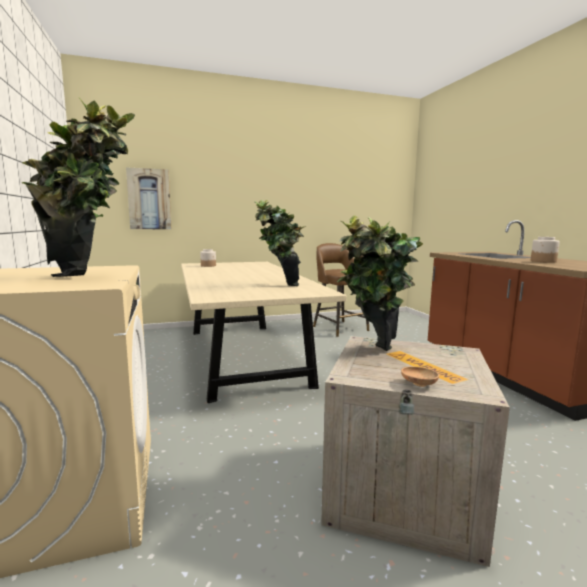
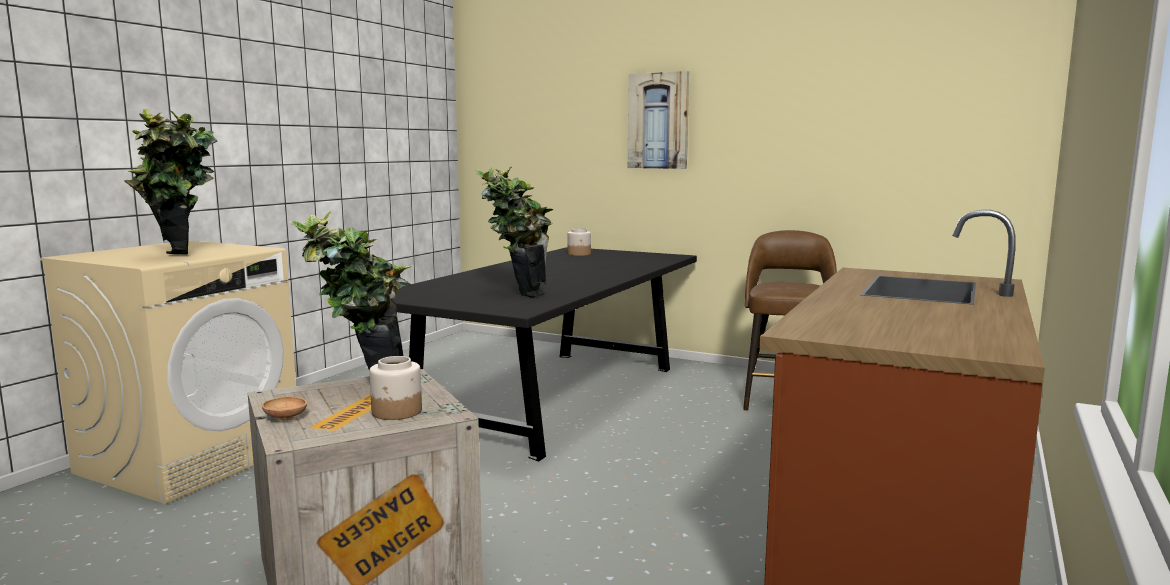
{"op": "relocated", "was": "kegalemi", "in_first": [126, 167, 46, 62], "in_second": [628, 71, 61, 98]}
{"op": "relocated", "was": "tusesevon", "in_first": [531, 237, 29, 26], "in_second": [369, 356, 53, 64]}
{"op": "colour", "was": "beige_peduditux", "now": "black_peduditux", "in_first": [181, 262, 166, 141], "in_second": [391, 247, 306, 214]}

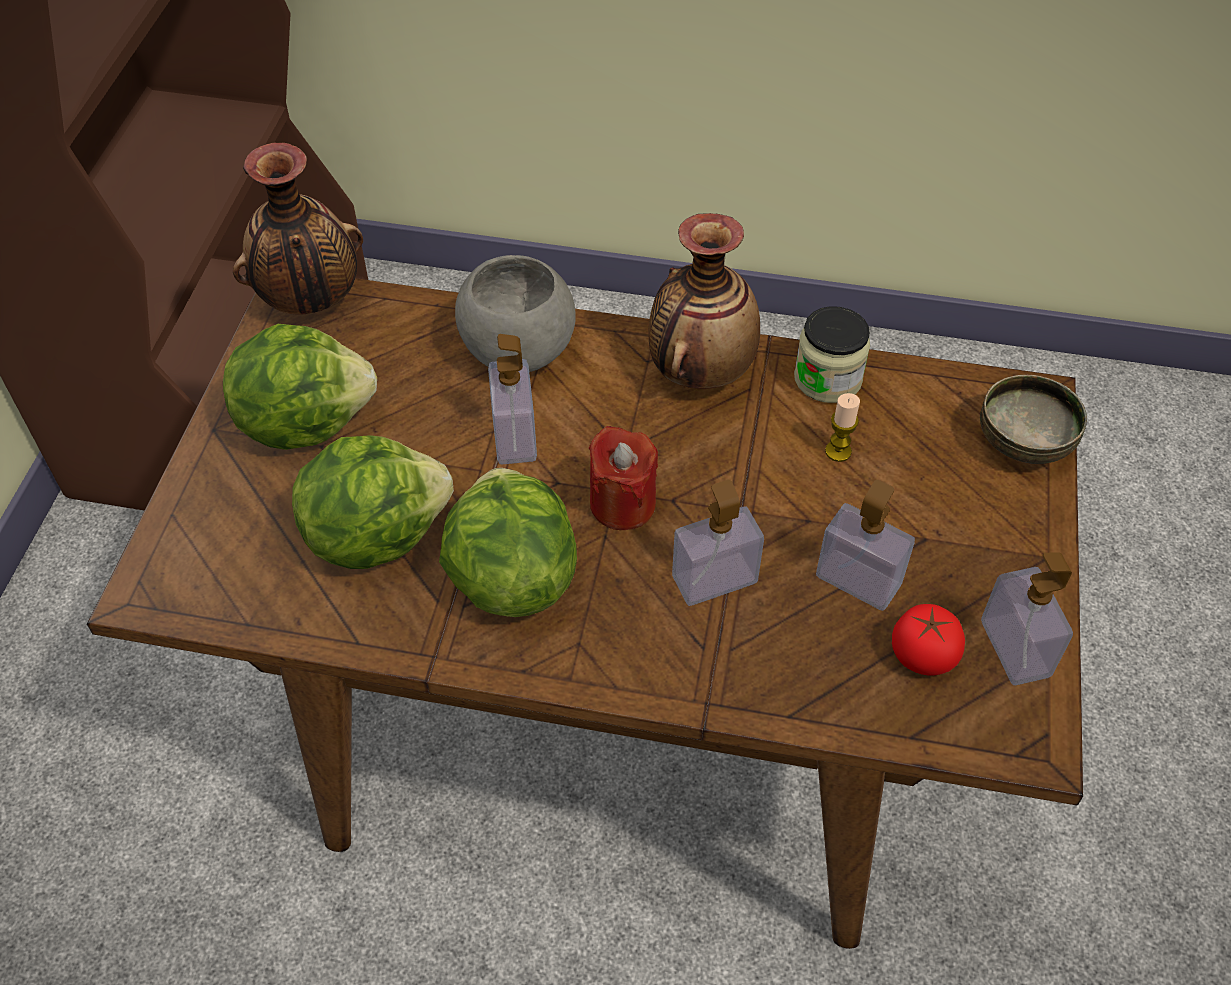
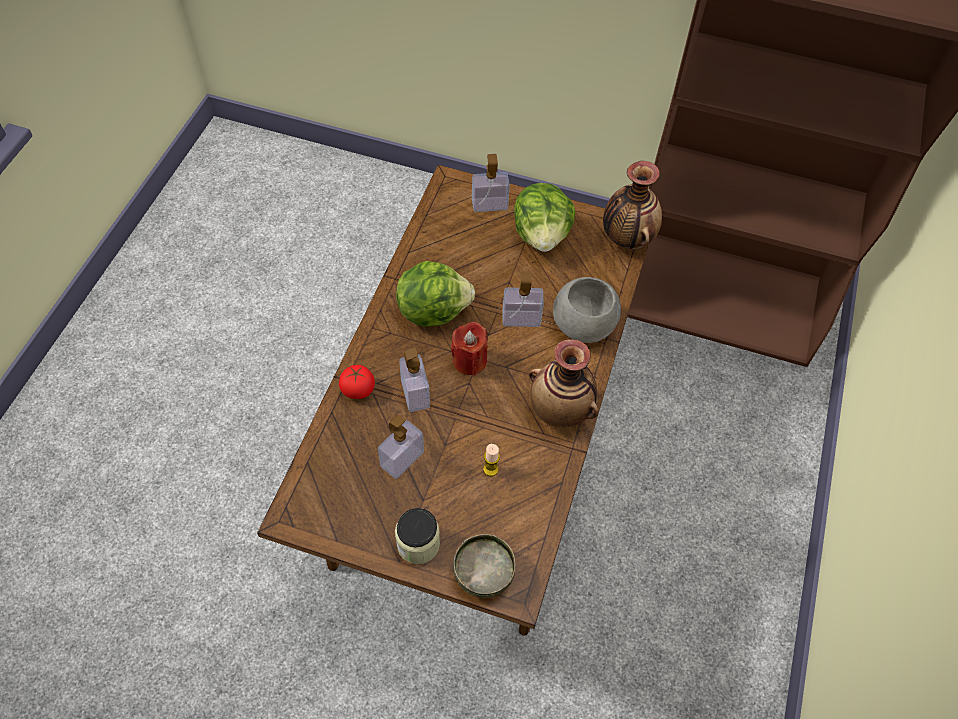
{"op": "relocated", "was": "tusesevon", "in_first": [794, 306, 76, 97], "in_second": [395, 508, 45, 56]}
{"op": "missing", "was": "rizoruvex", "in_first": [292, 435, 162, 134]}
{"op": "relocated", "was": "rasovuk", "in_first": [981, 552, 92, 133], "in_second": [472, 154, 38, 58]}
{"op": "relocated", "was": "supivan", "in_first": [892, 604, 73, 72], "in_second": [339, 365, 36, 34]}

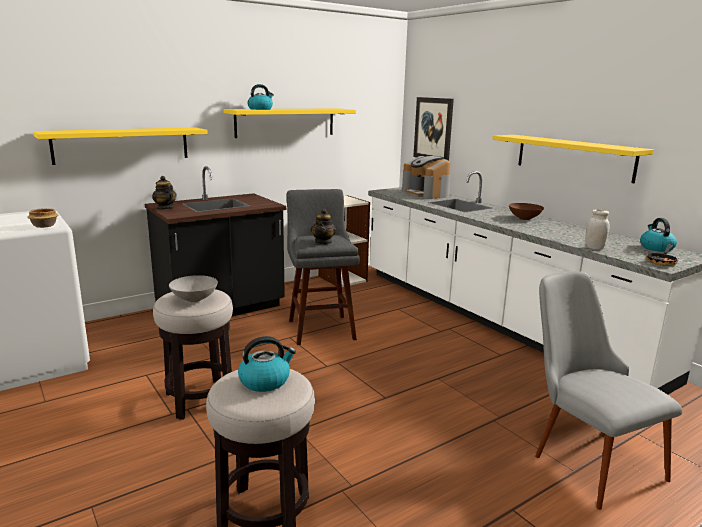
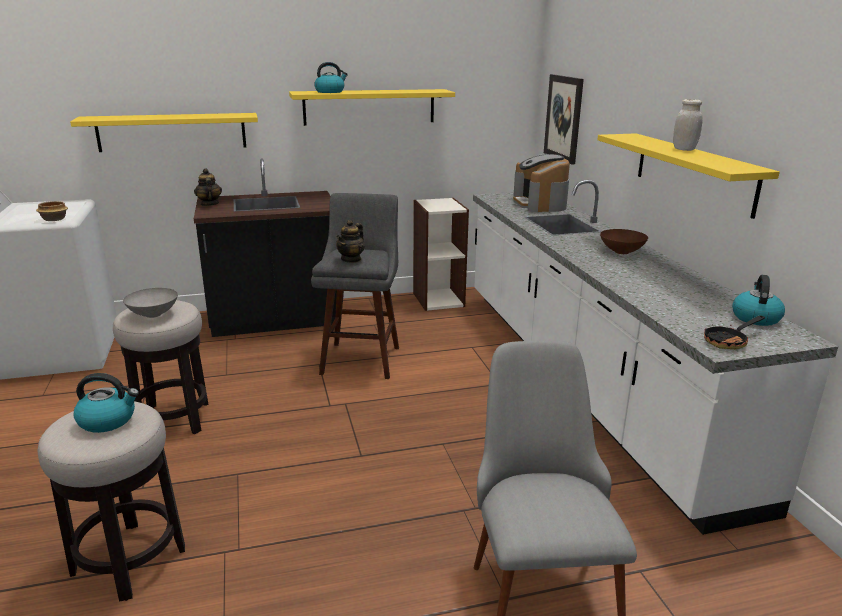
{"op": "relocated", "was": "white_tusesevon", "in_first": [585, 209, 25, 41], "in_second": [673, 99, 30, 52]}

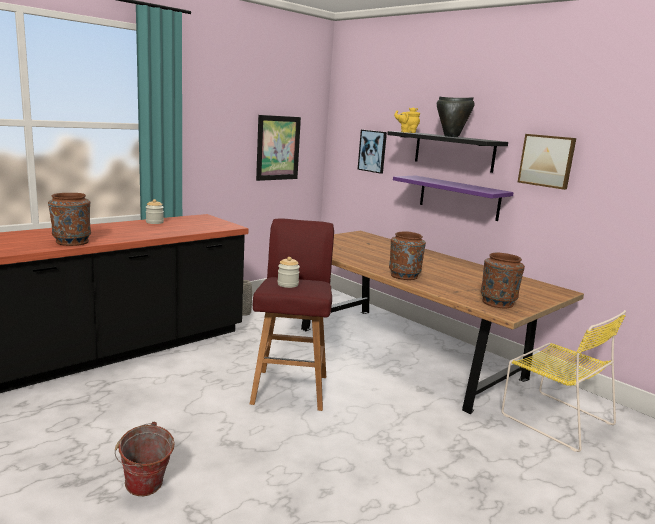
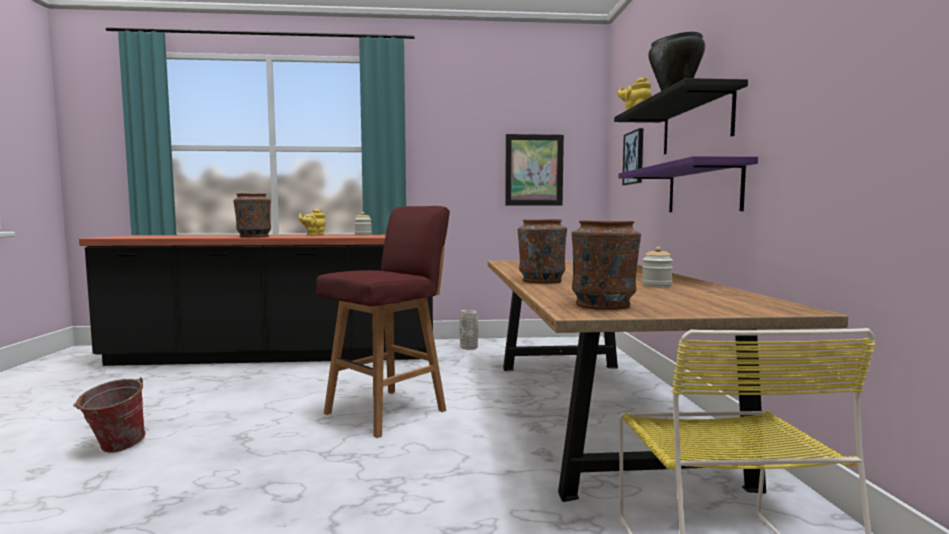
{"op": "missing", "was": "kegalemi", "in_first": [518, 134, 58, 56]}
{"op": "relocated", "was": "tusesevon", "in_first": [278, 257, 22, 31], "in_second": [642, 247, 31, 40]}
{"op": "appeared", "now": "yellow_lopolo", "in_second": [299, 209, 27, 27]}

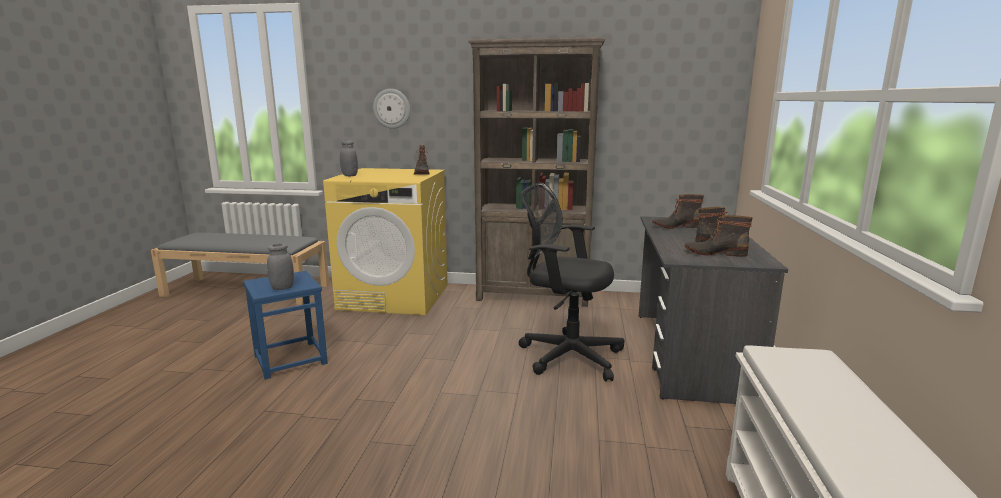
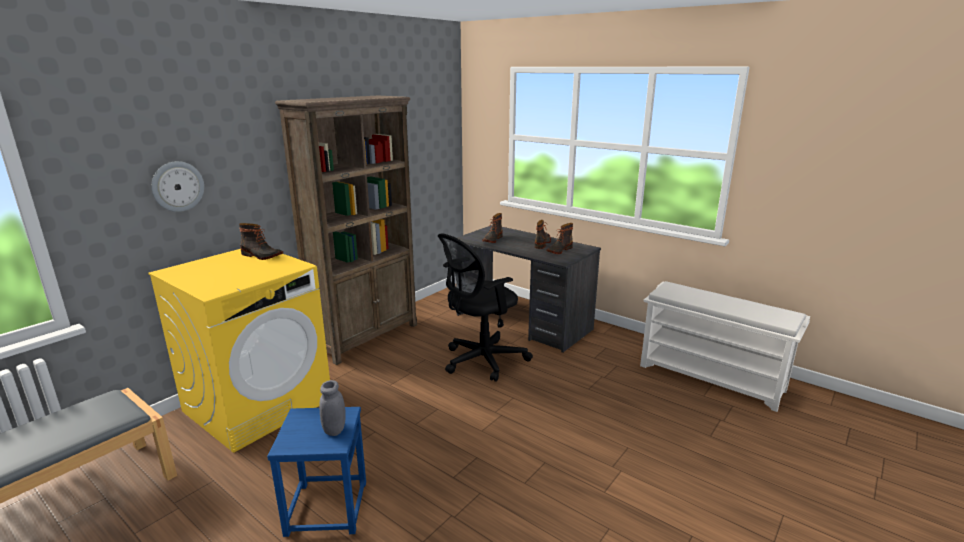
{"op": "missing", "was": "grey_tusesevon", "in_first": [340, 141, 18, 35]}

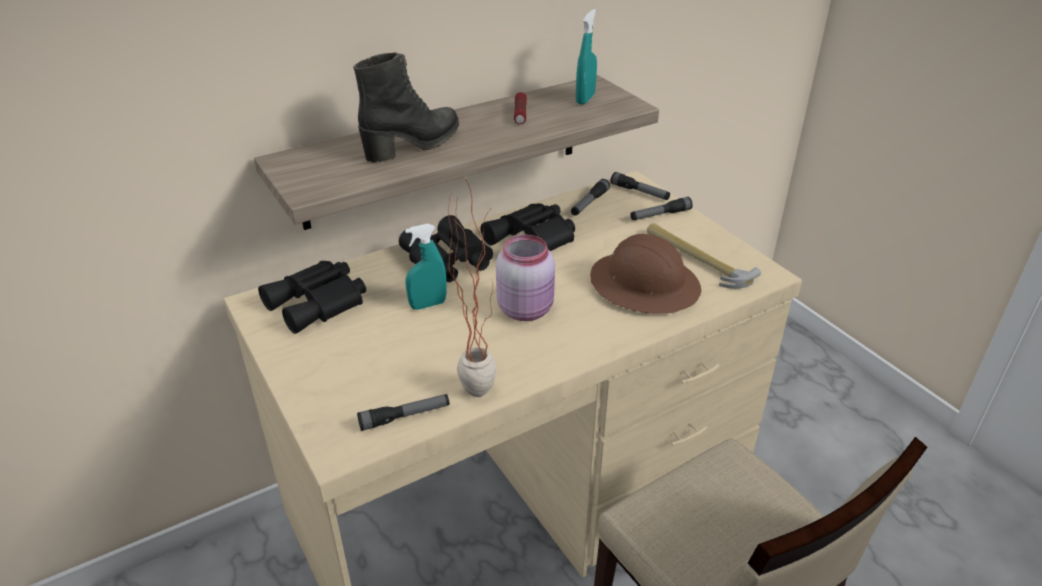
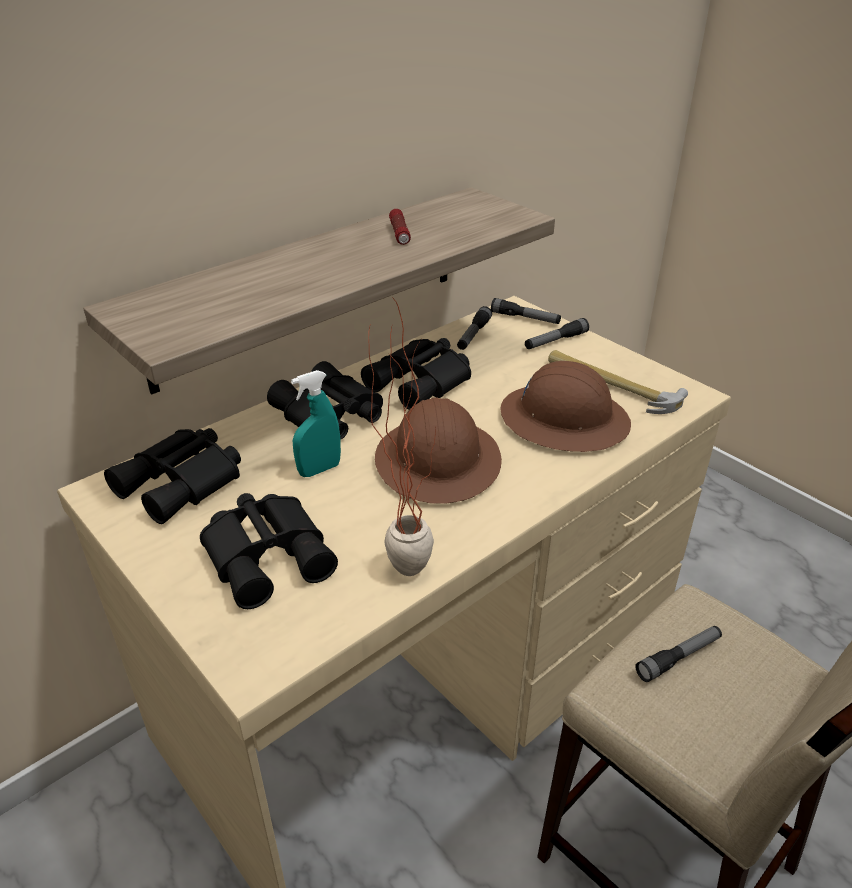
{"op": "missing", "was": "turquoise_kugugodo", "in_first": [576, 9, 21, 96]}
{"op": "missing", "was": "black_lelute", "in_first": [353, 52, 106, 111]}
{"op": "exchanged", "was": "pink_tusesevon", "now": "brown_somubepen", "in_first": [496, 235, 59, 86], "in_second": [375, 397, 127, 107]}
{"op": "relocated", "was": "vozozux", "in_first": [357, 394, 93, 37], "in_second": [635, 626, 87, 56]}
{"op": "appeared", "now": "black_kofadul", "in_second": [200, 493, 138, 116]}

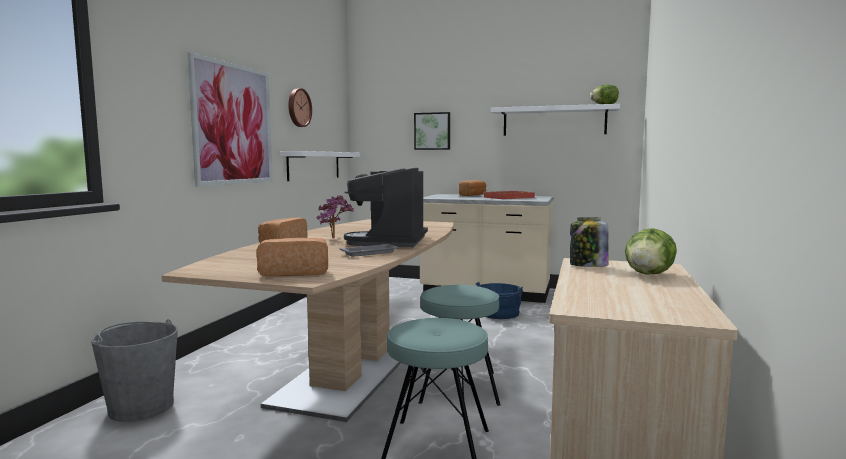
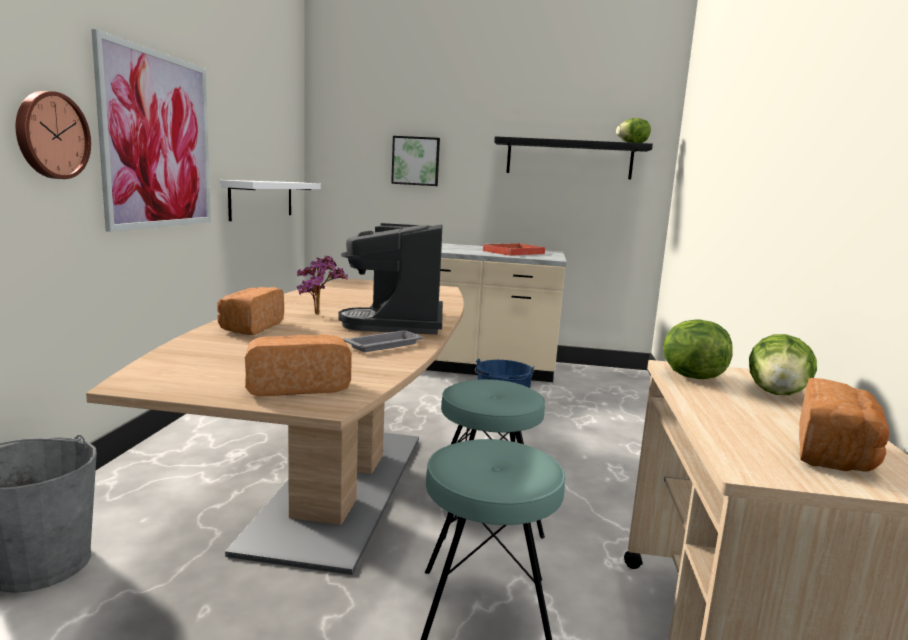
{"op": "relocated", "was": "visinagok", "in_first": [288, 88, 24, 39], "in_second": [16, 91, 75, 88]}
{"op": "colour", "was": "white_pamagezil", "now": "black_pamagezil", "in_first": [491, 104, 129, 32], "in_second": [494, 136, 159, 43]}
{"op": "relocated", "was": "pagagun", "in_first": [459, 180, 27, 16], "in_second": [799, 378, 90, 94]}
{"op": "exchanged", "was": "tusesevon", "now": "rizoruvex", "in_first": [570, 217, 39, 50], "in_second": [663, 319, 70, 60]}

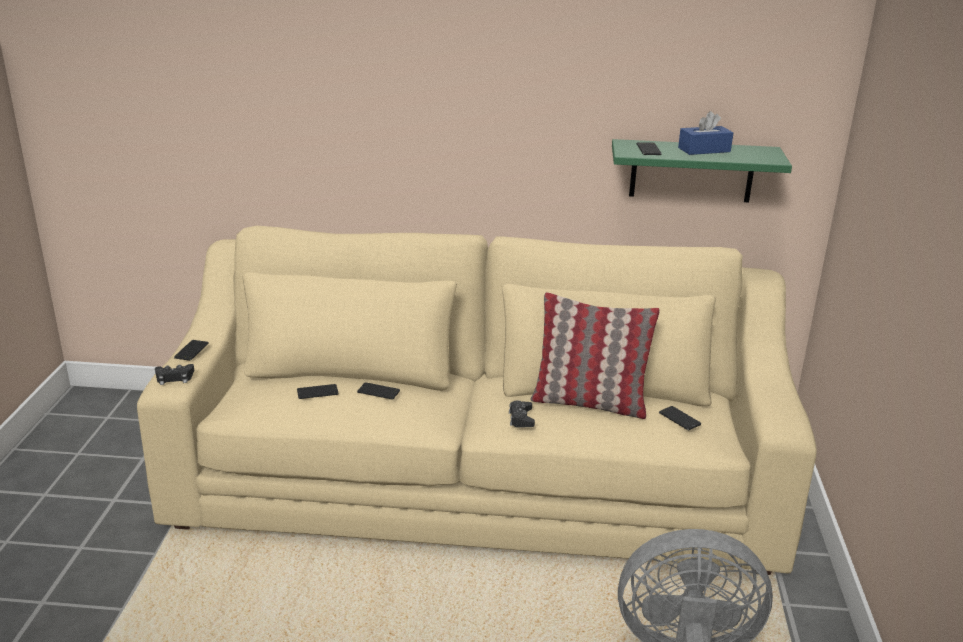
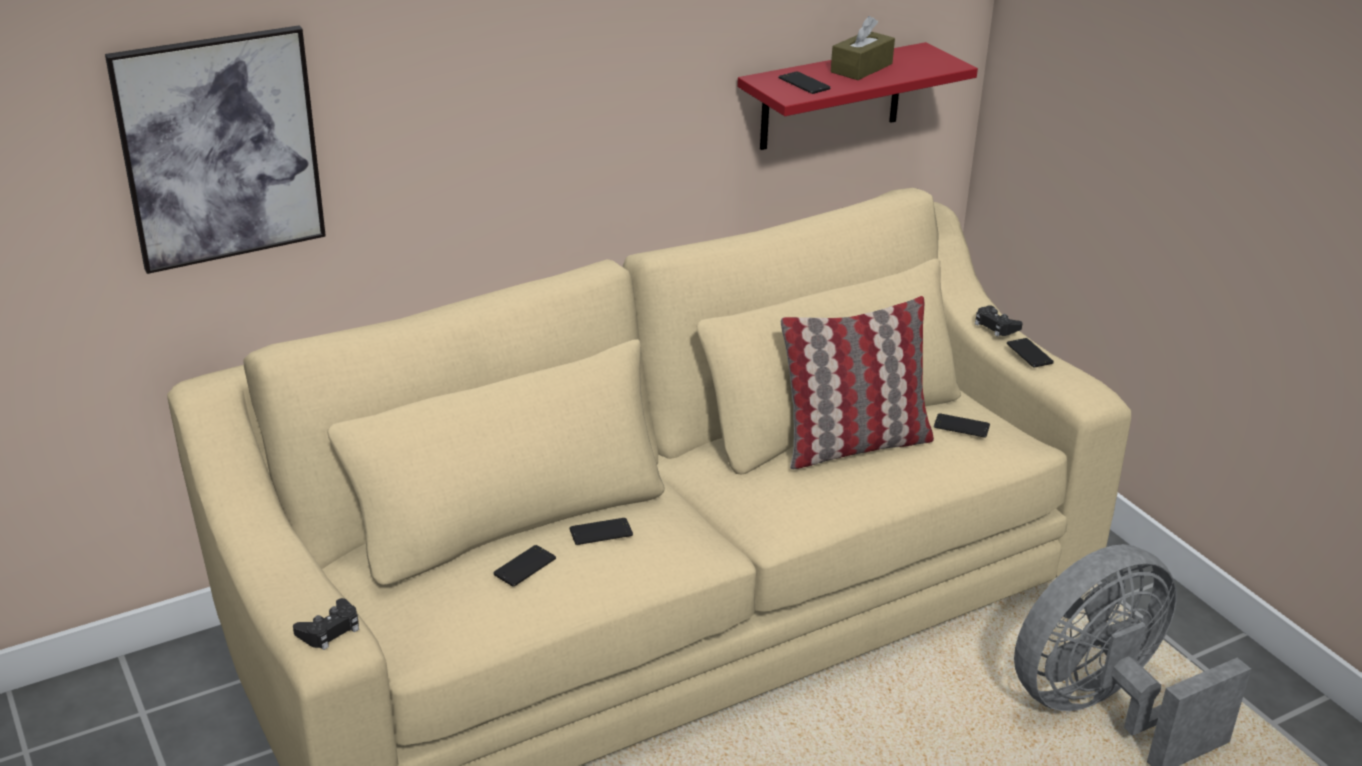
{"op": "colour", "was": "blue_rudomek", "now": "brown_rudomek", "in_first": [678, 111, 55, 44], "in_second": [831, 16, 64, 64]}
{"op": "colour", "was": "green_pamagezil", "now": "red_pamagezil", "in_first": [612, 139, 180, 63], "in_second": [737, 42, 241, 108]}
{"op": "relocated", "was": "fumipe", "in_first": [174, 340, 35, 21], "in_second": [1007, 338, 47, 30]}
{"op": "relocated", "was": "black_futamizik", "in_first": [509, 400, 26, 28], "in_second": [975, 305, 48, 32]}
{"op": "appeared", "now": "kegalemi", "in_second": [105, 26, 221, 248]}

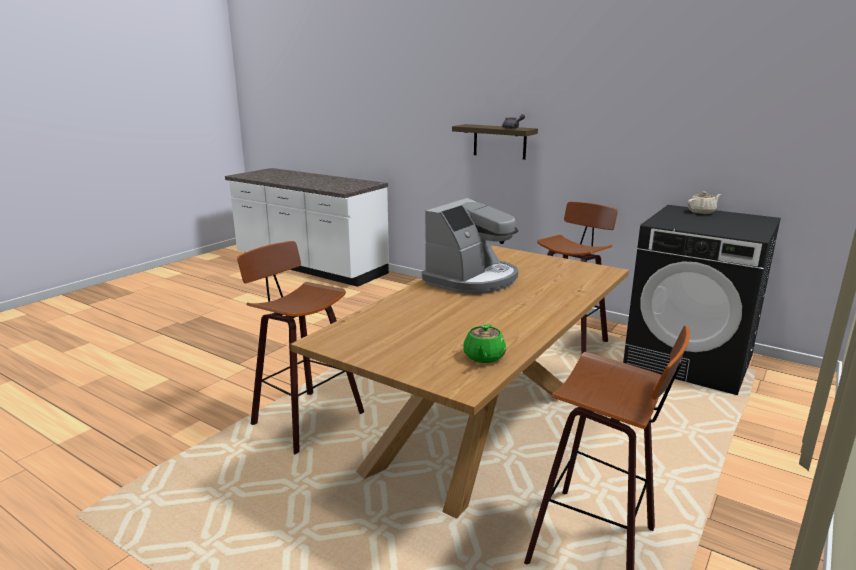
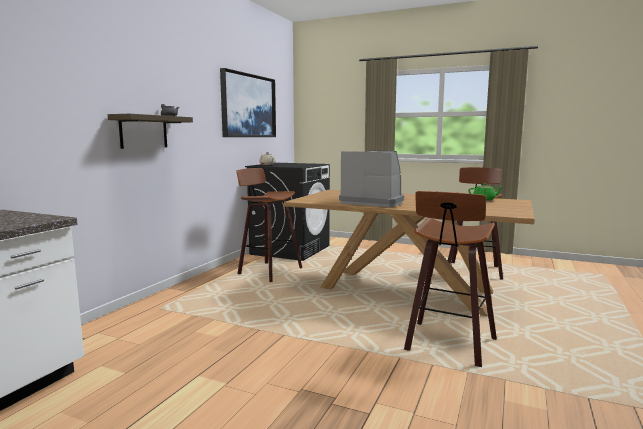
{"op": "appeared", "now": "kegalemi", "in_second": [220, 68, 56, 69]}

